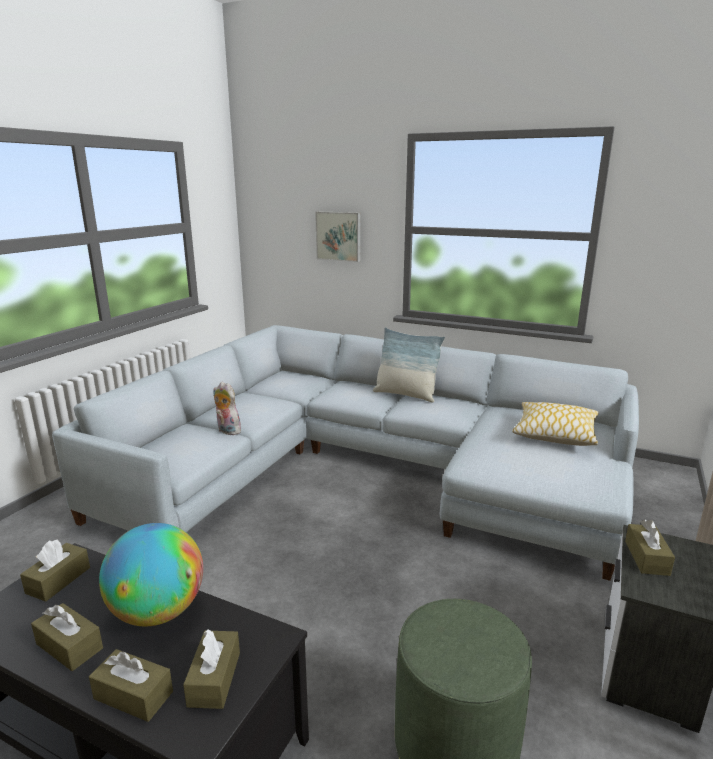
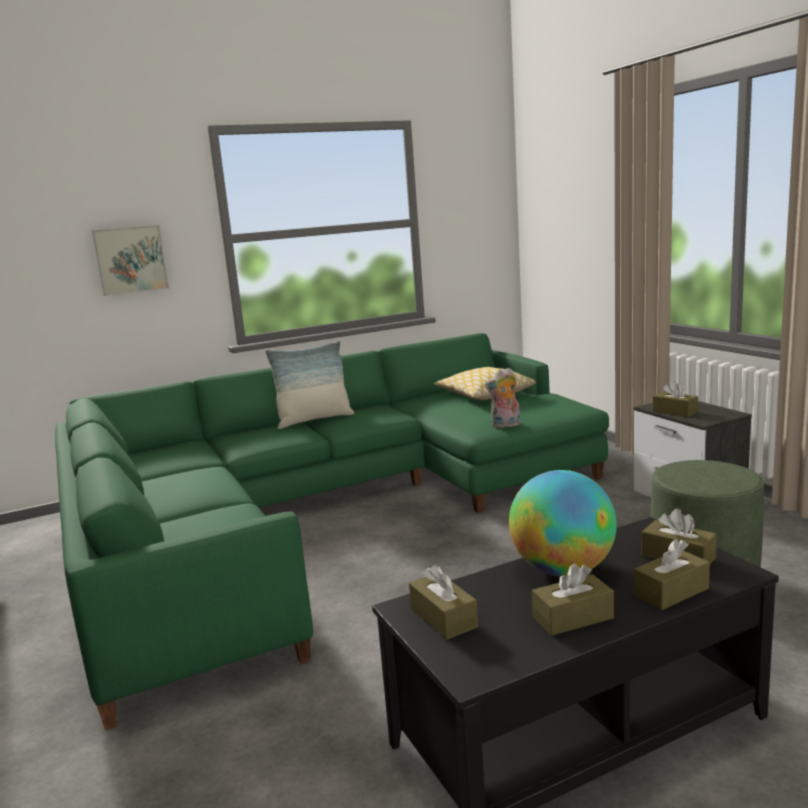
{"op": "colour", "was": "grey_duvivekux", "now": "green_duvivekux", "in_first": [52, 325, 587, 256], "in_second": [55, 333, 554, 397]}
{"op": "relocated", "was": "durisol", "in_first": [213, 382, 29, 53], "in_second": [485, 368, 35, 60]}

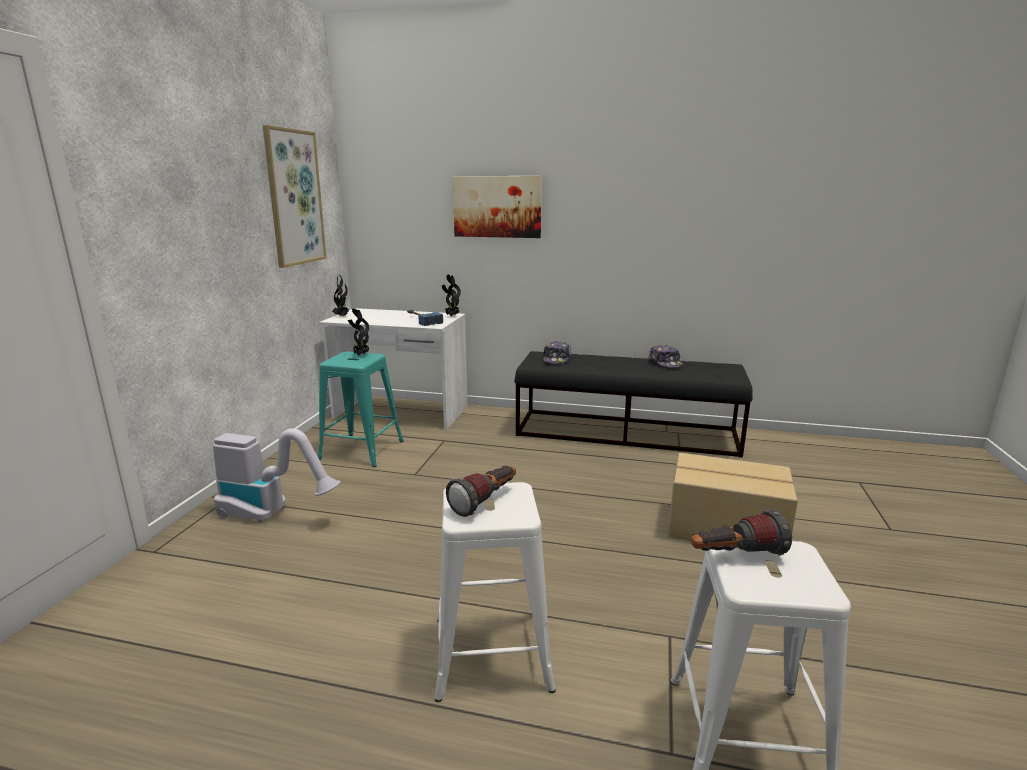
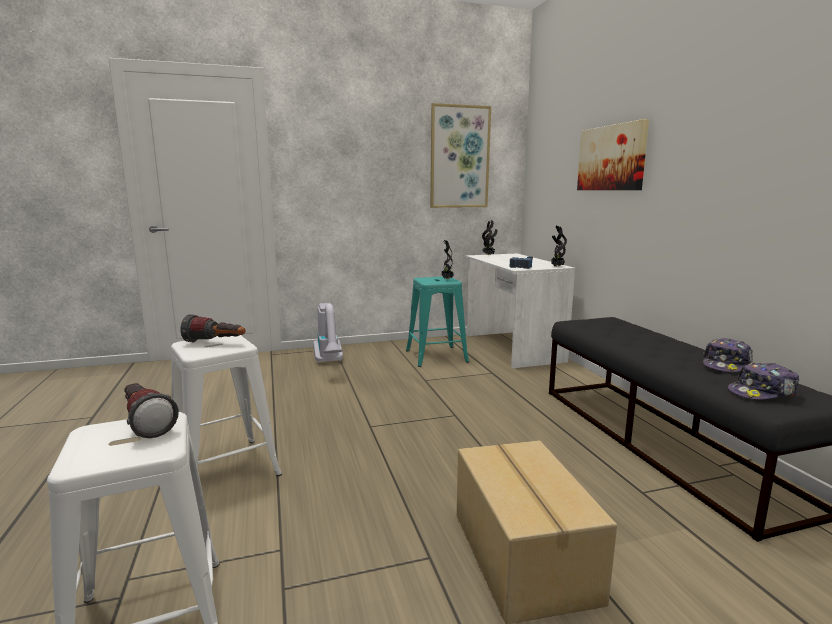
{"op": "relocated", "was": "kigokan", "in_first": [543, 341, 28, 23], "in_second": [728, 362, 71, 38]}

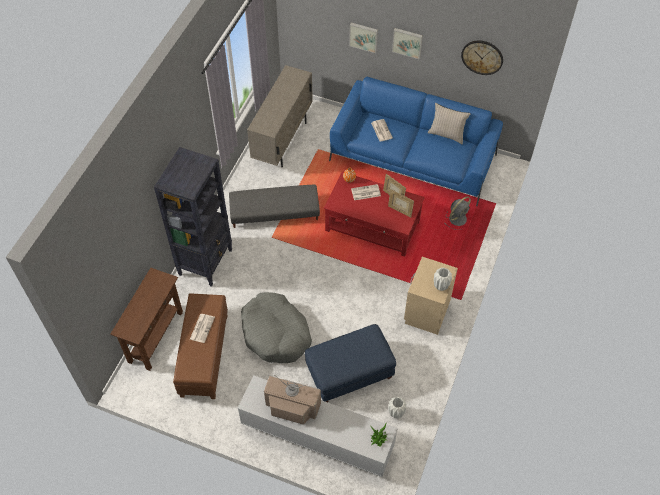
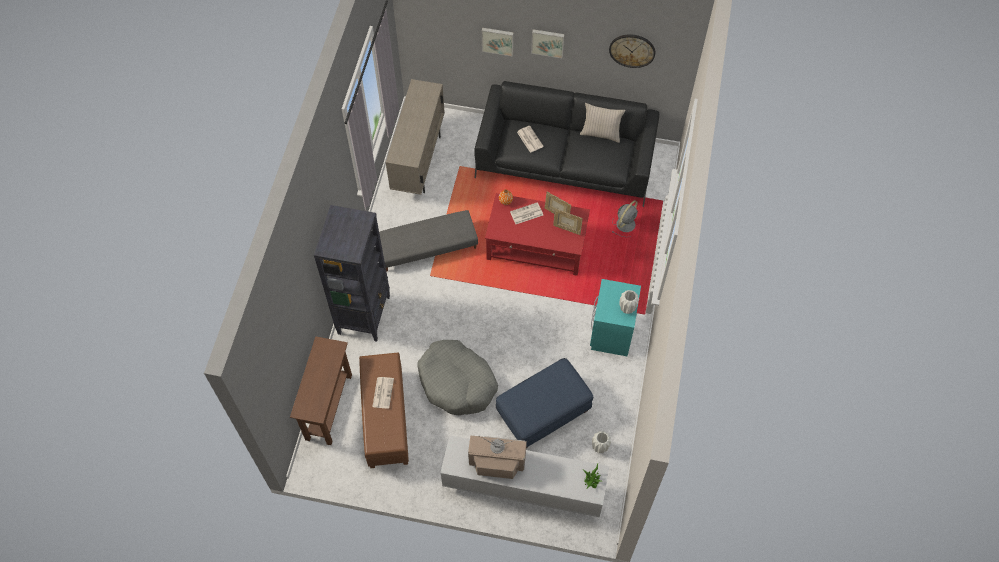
{"op": "colour", "was": "blue_duvivekux", "now": "black_duvivekux", "in_first": [329, 77, 174, 129], "in_second": [474, 81, 185, 126]}
{"op": "colour", "was": "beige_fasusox", "now": "turquoise_fasusox", "in_first": [404, 257, 54, 78], "in_second": [590, 279, 51, 77]}

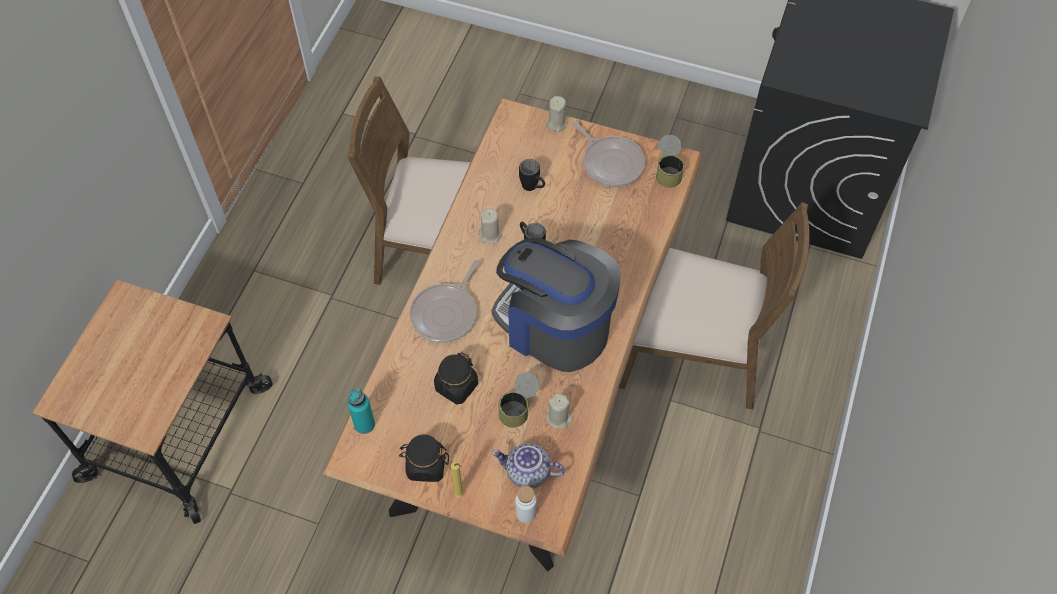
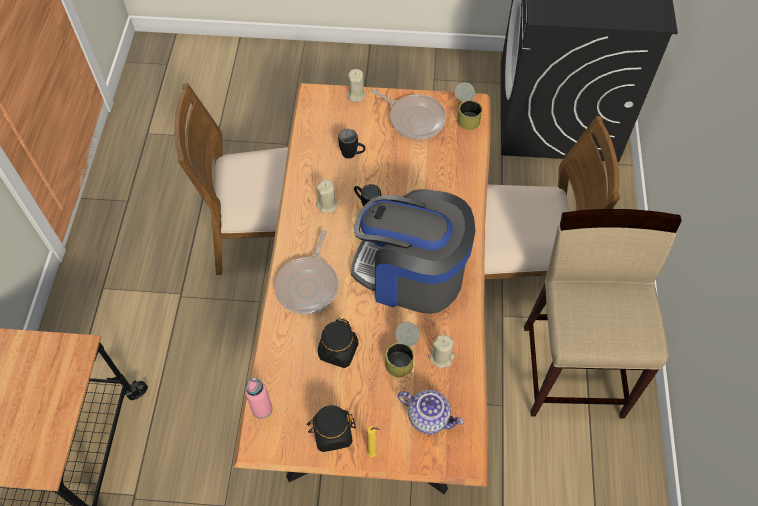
{"op": "colour", "was": "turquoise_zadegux", "now": "pink_zadegux", "in_first": [347, 388, 28, 46], "in_second": [245, 377, 27, 42]}
{"op": "spun", "was": "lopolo", "in_first": [492, 443, 73, 45], "in_second": [397, 390, 67, 44], "clockwise": -150}
{"op": "missing", "was": "white_zadegux", "in_first": [515, 486, 21, 37]}
{"op": "appeared", "now": "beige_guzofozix", "in_second": [524, 209, 158, 210]}

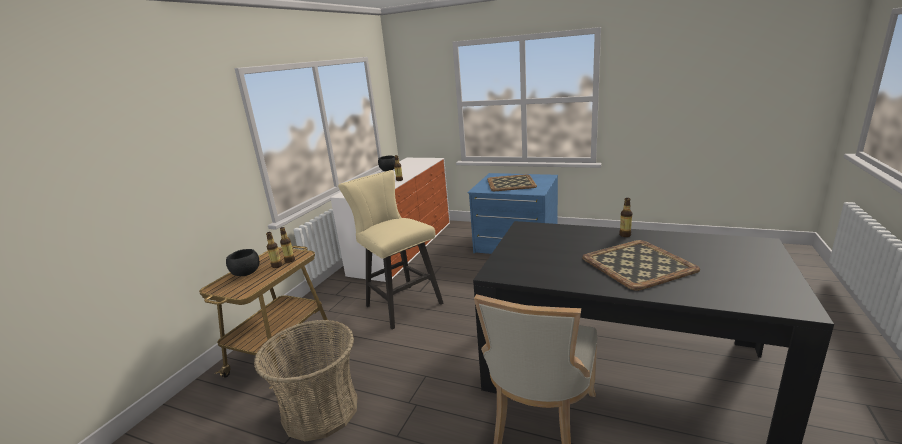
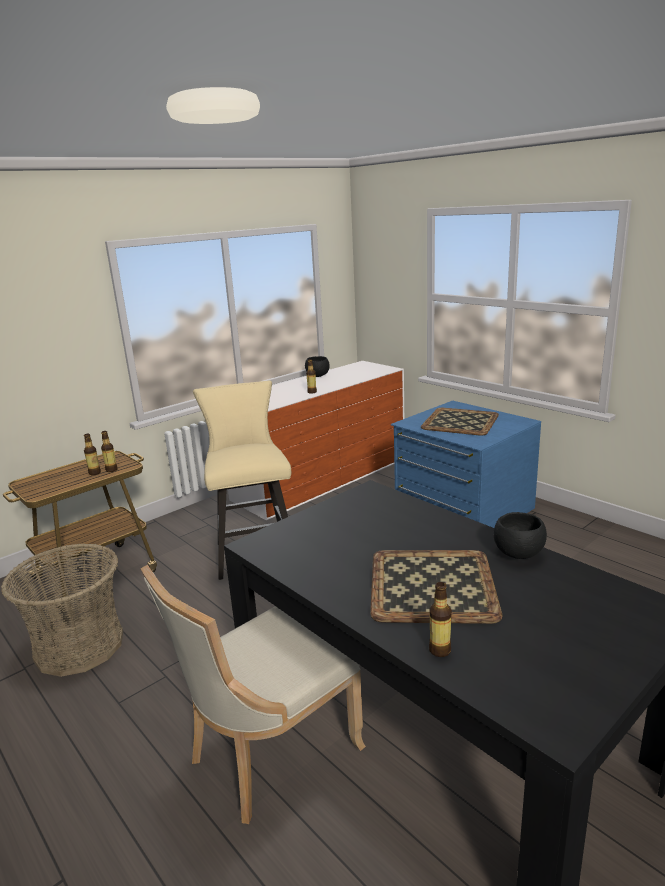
{"op": "relocated", "was": "zadegux", "in_first": [619, 198, 13, 39], "in_second": [429, 582, 23, 75]}
{"op": "relocated", "was": "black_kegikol", "in_first": [226, 249, 34, 27], "in_second": [494, 512, 53, 47]}

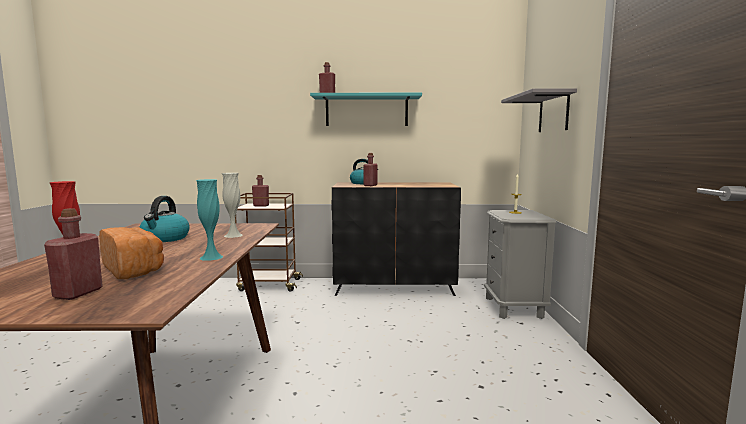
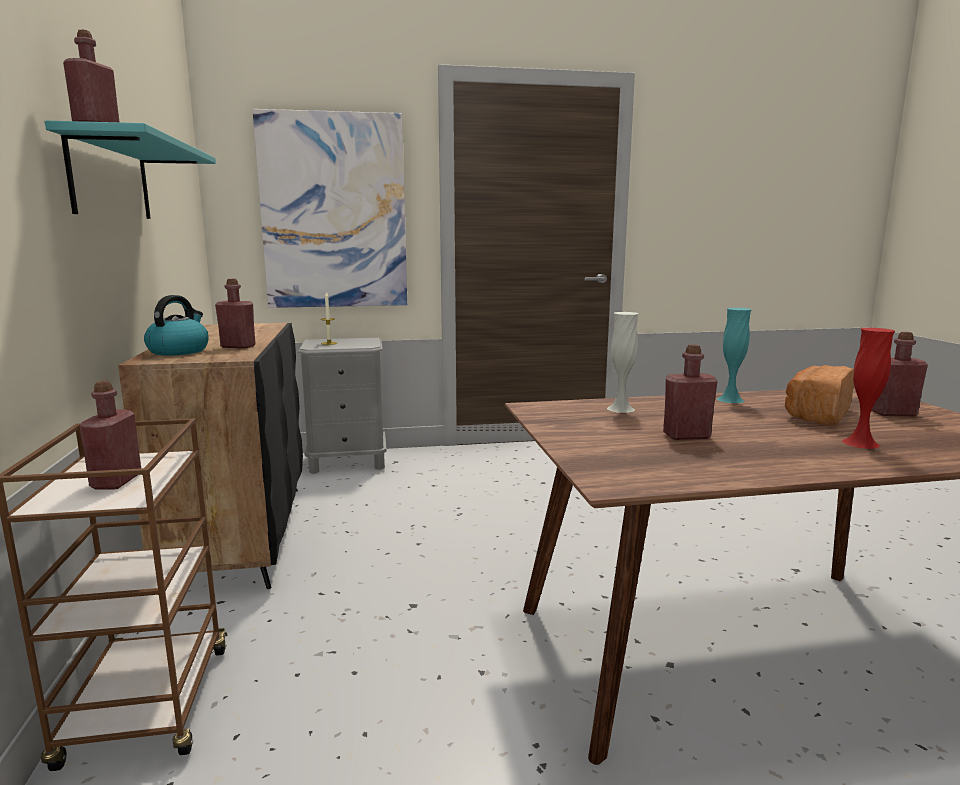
{"op": "exchanged", "was": "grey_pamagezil", "now": "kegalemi", "in_first": [501, 88, 76, 44], "in_second": [252, 109, 155, 199]}
{"op": "exchanged", "was": "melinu", "now": "red_zadegux", "in_first": [139, 196, 51, 46], "in_second": [663, 344, 55, 96]}

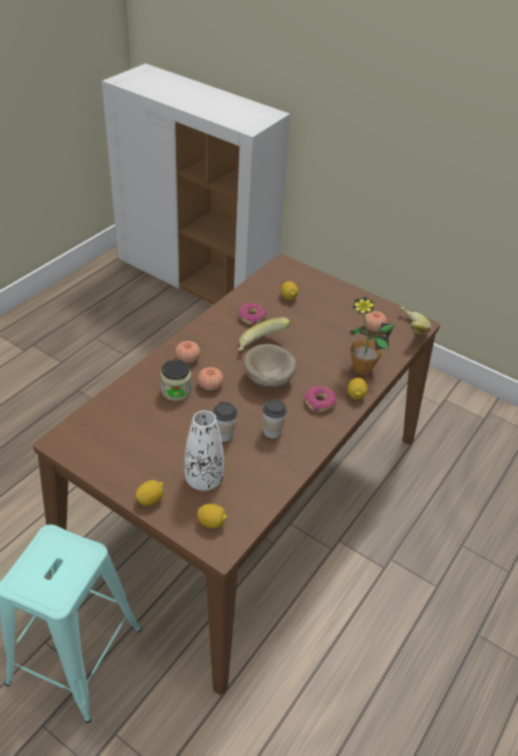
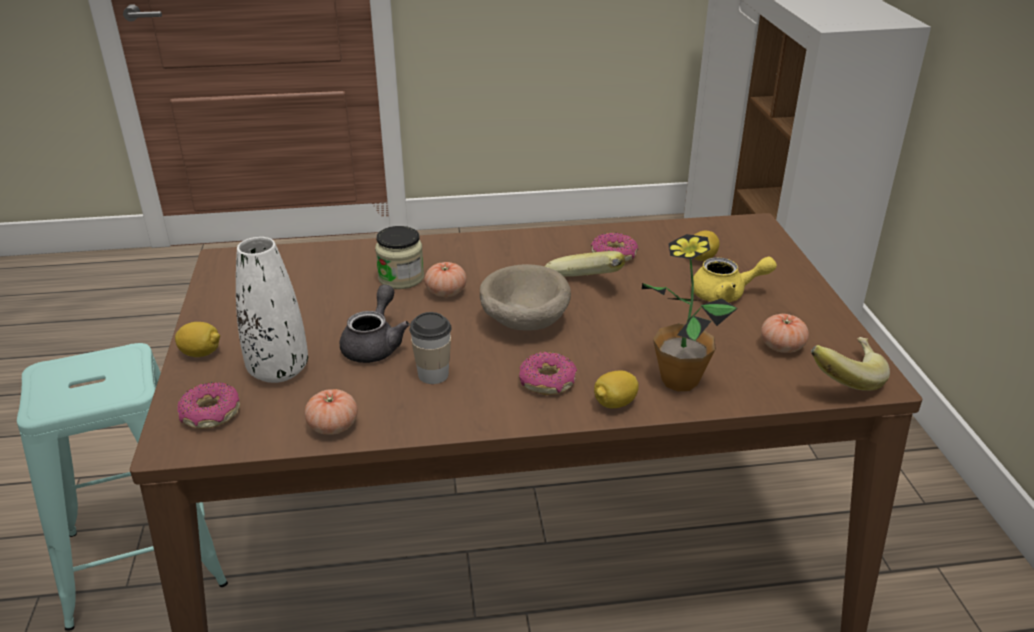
{"op": "relocated", "was": "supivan", "in_first": [175, 341, 26, 22], "in_second": [305, 389, 53, 46]}
{"op": "exchanged", "was": "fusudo", "now": "grey_lopolo", "in_first": [213, 402, 24, 40], "in_second": [340, 284, 70, 79]}
{"op": "exchanged", "was": "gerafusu", "now": "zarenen", "in_first": [197, 504, 31, 25], "in_second": [177, 382, 63, 47]}
{"op": "appeared", "now": "yellow_lopolo", "in_second": [691, 257, 86, 45]}

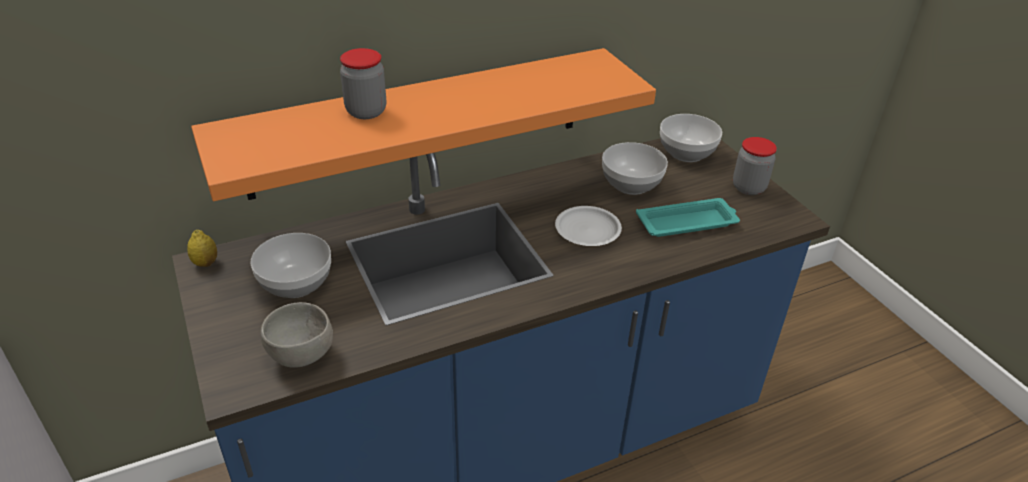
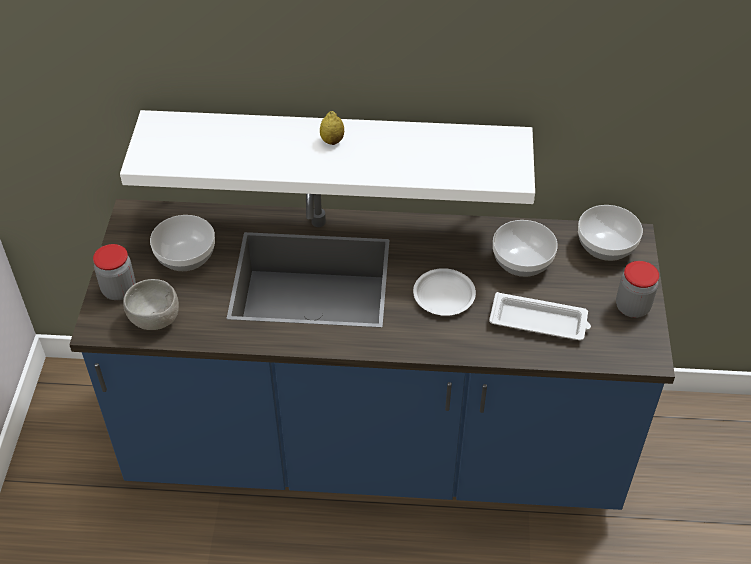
{"op": "colour", "was": "orange_pamagezil", "now": "white_pamagezil", "in_first": [191, 48, 465, 153], "in_second": [120, 110, 415, 94]}
{"op": "relocated", "was": "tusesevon", "in_first": [340, 48, 46, 71], "in_second": [93, 244, 43, 56]}
{"op": "colour", "was": "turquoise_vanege", "now": "white_vanege", "in_first": [636, 198, 104, 39], "in_second": [489, 292, 102, 48]}
{"op": "relocated", "was": "gerafusu", "in_first": [187, 230, 30, 37], "in_second": [320, 111, 24, 34]}

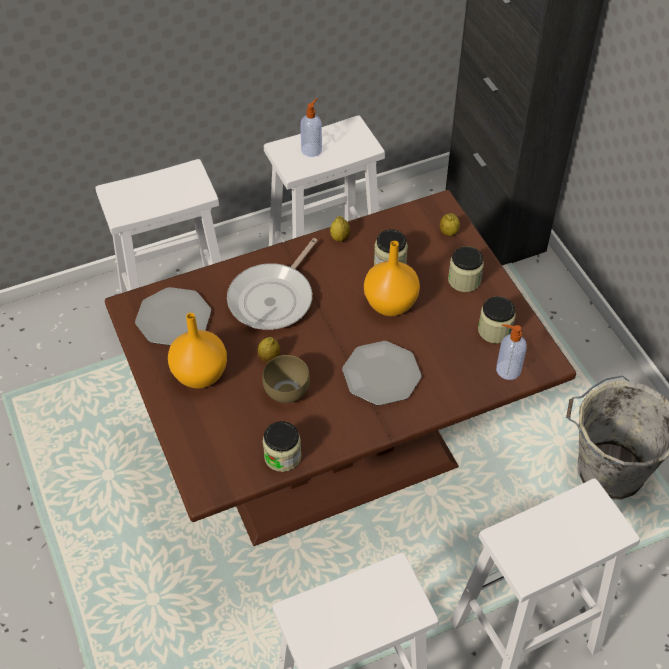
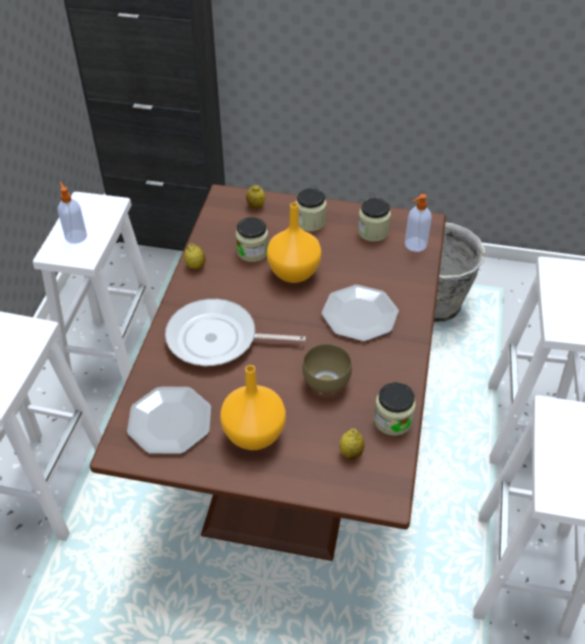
{"op": "spun", "was": "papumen", "in_first": [227, 238, 91, 92], "in_second": [165, 299, 141, 67], "clockwise": 120}
{"op": "relocated", "was": "gerafusu", "in_first": [258, 337, 22, 25], "in_second": [340, 429, 25, 30]}

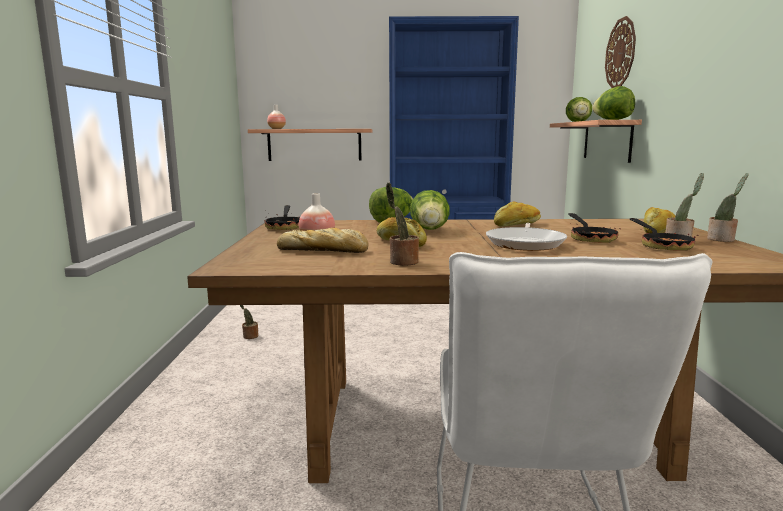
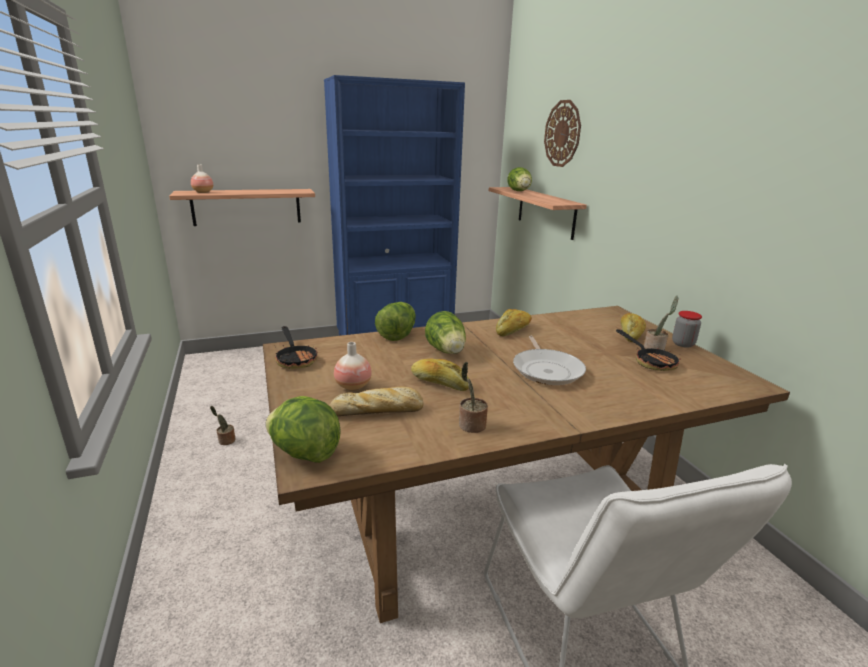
{"op": "relocated", "was": "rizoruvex", "in_first": [592, 86, 43, 34], "in_second": [266, 396, 75, 67]}
{"op": "exchanged", "was": "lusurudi", "now": "tusesevon", "in_first": [707, 173, 41, 69], "in_second": [672, 311, 30, 37]}
{"op": "missing", "was": "papumen", "in_first": [568, 213, 53, 30]}

